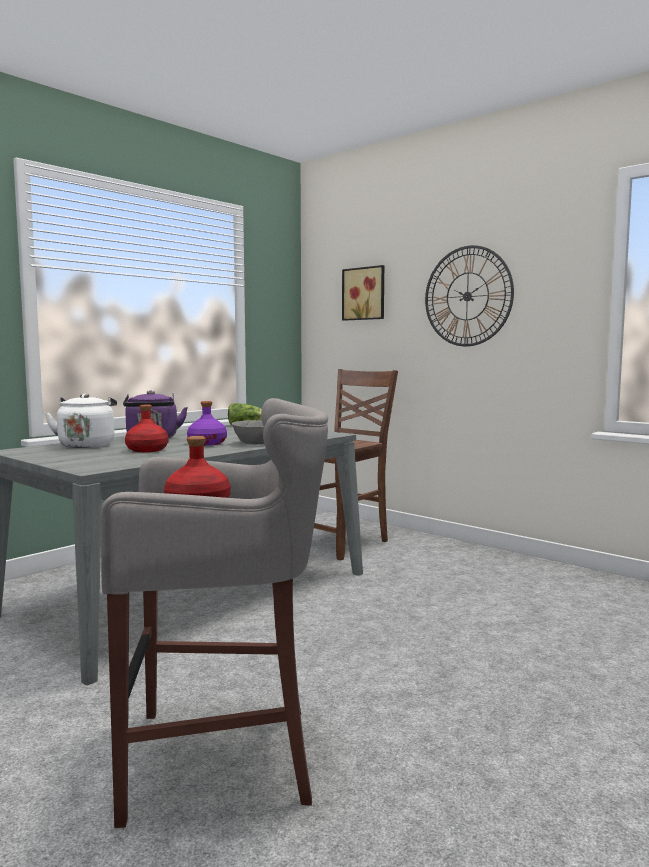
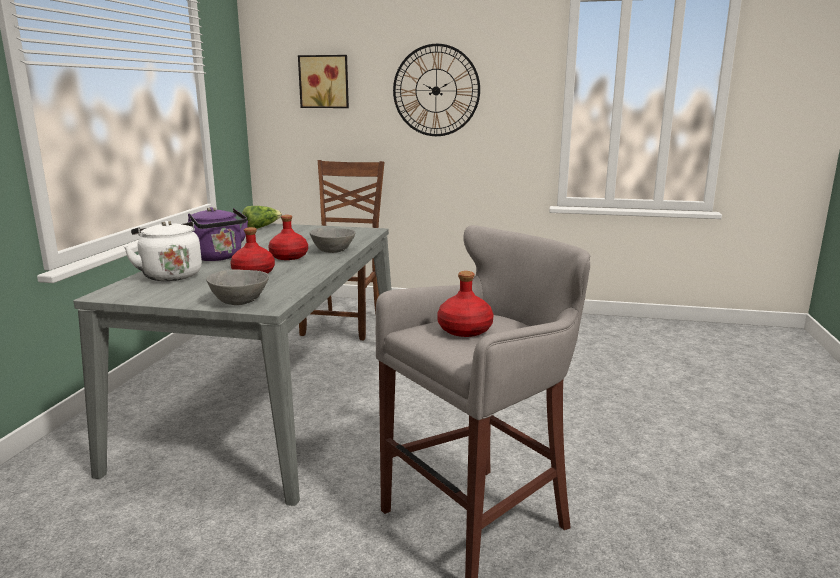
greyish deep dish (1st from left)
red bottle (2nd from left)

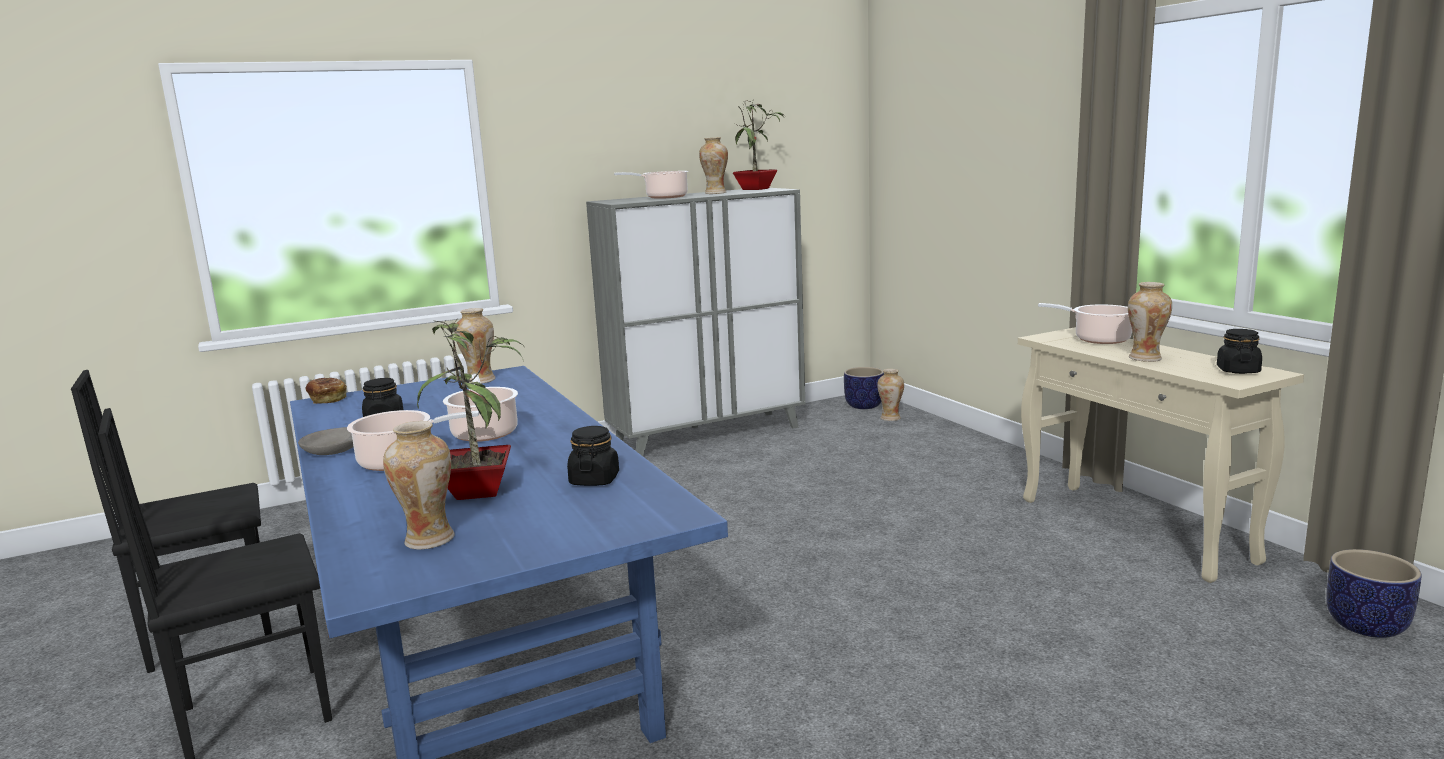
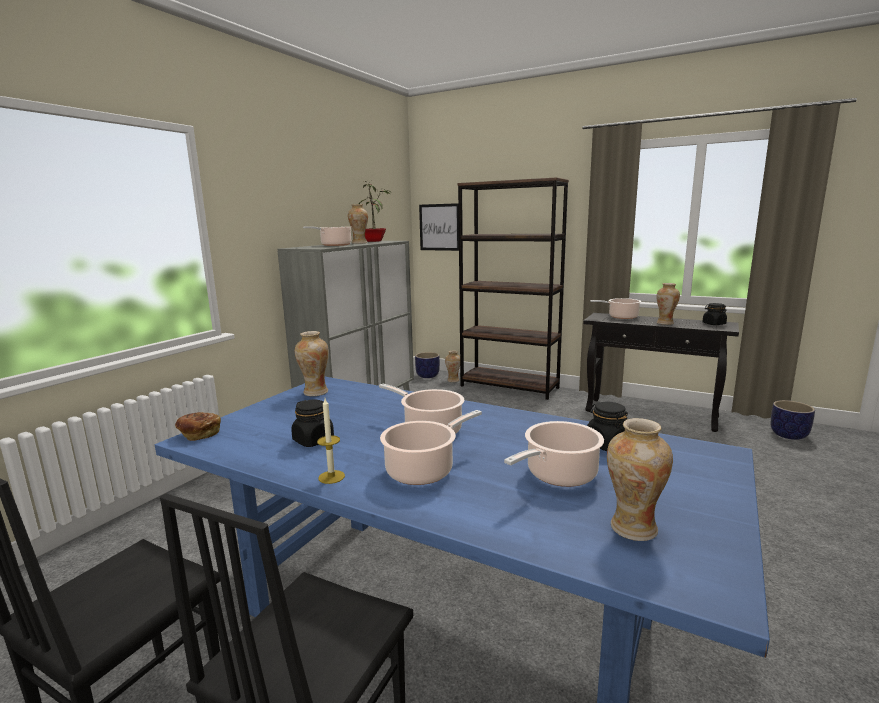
candle
picture
brownish bookcase
stockpot (4th from left)
black-coloured narrow table

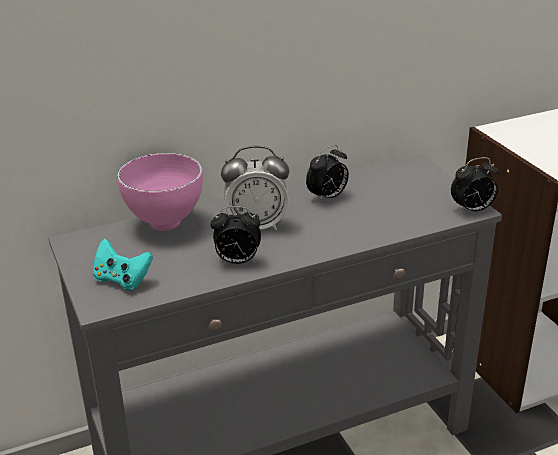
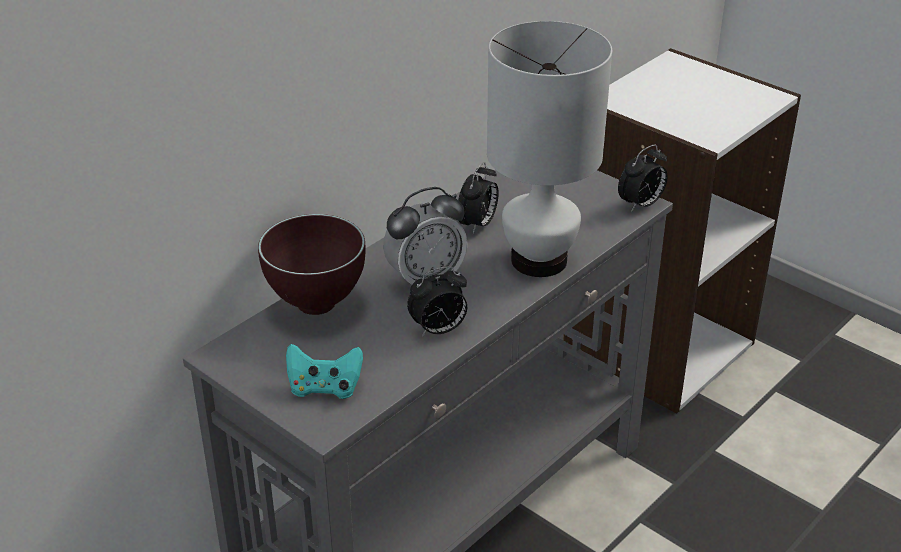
brownish deep dish
white-coloured lamp for a table

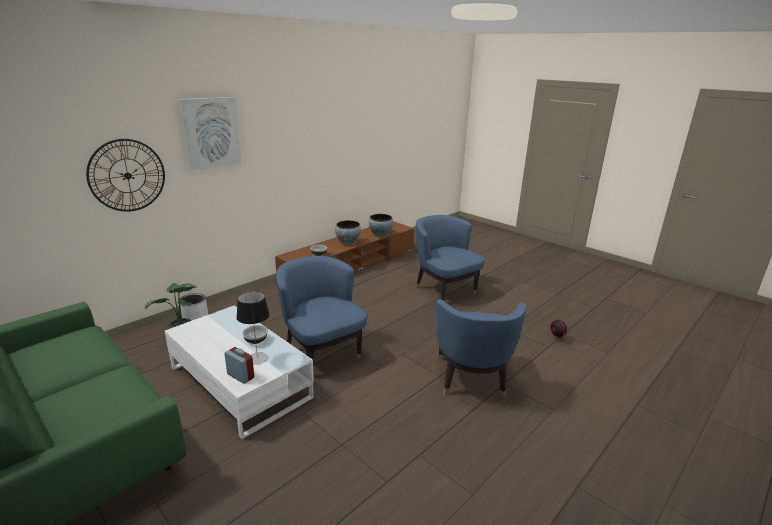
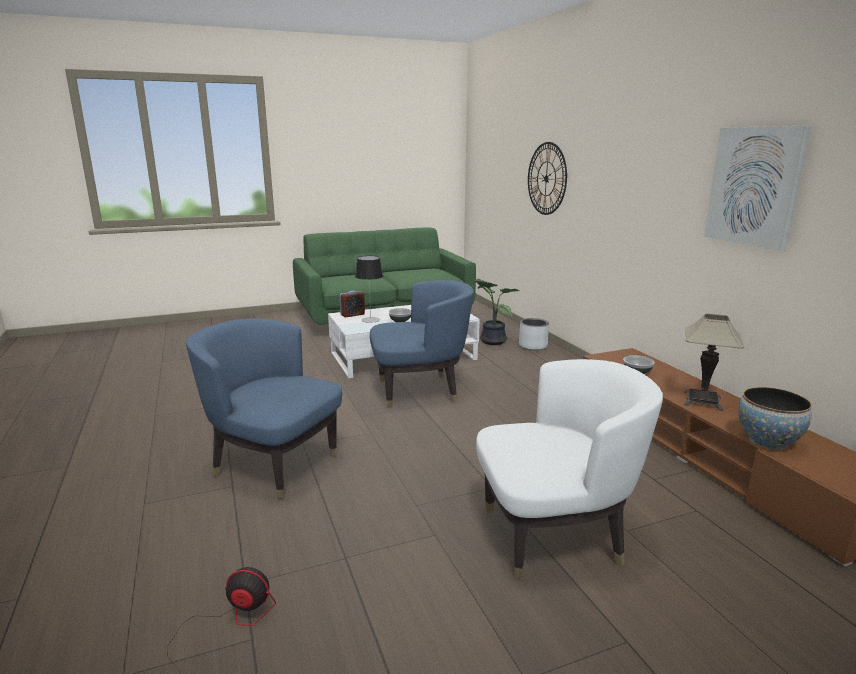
white-coloured easy chair
lamp for a table (2nd from left)
picture

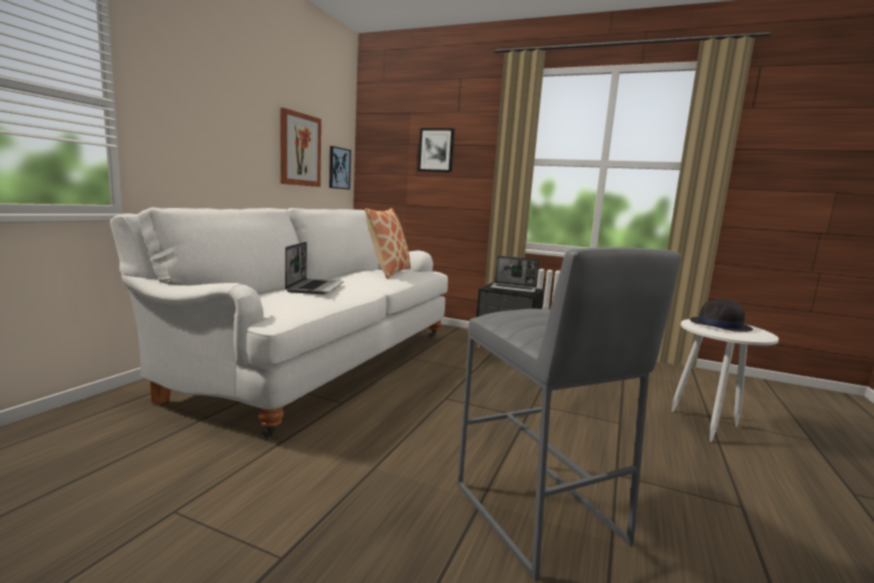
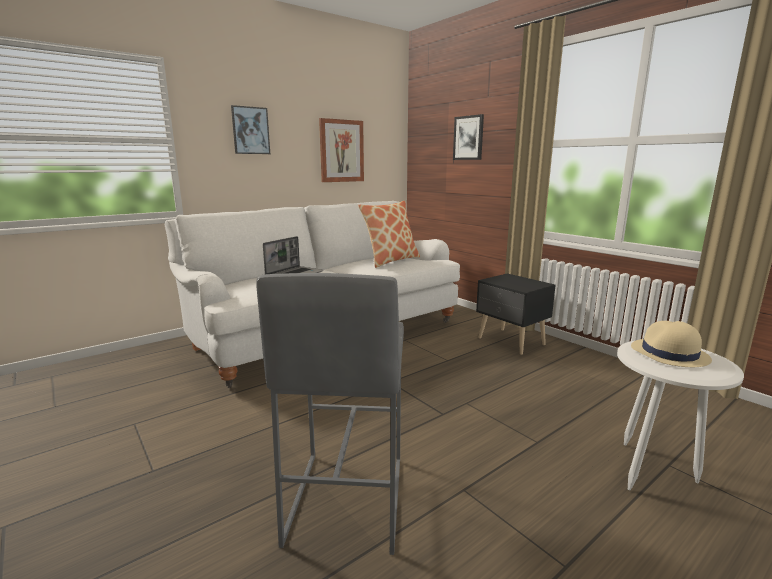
picture (1st from left)
beige-coloured hat
notebook computer (2nd from left in the first image)

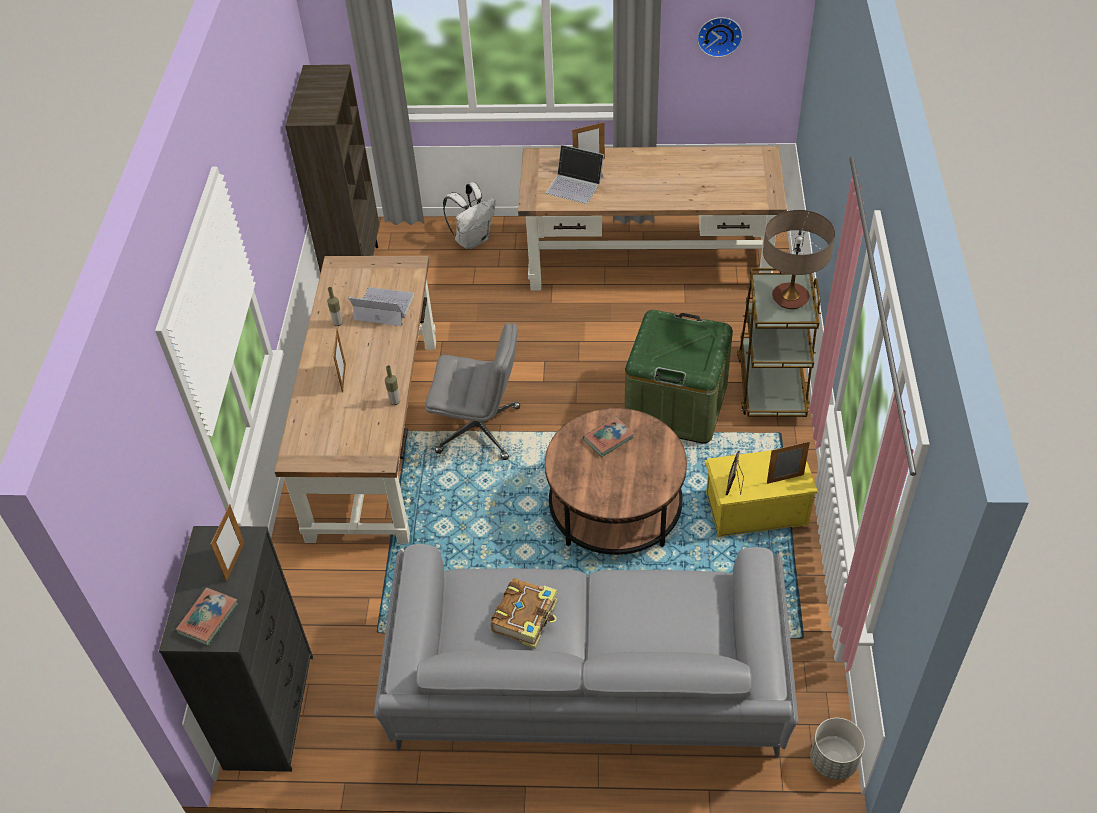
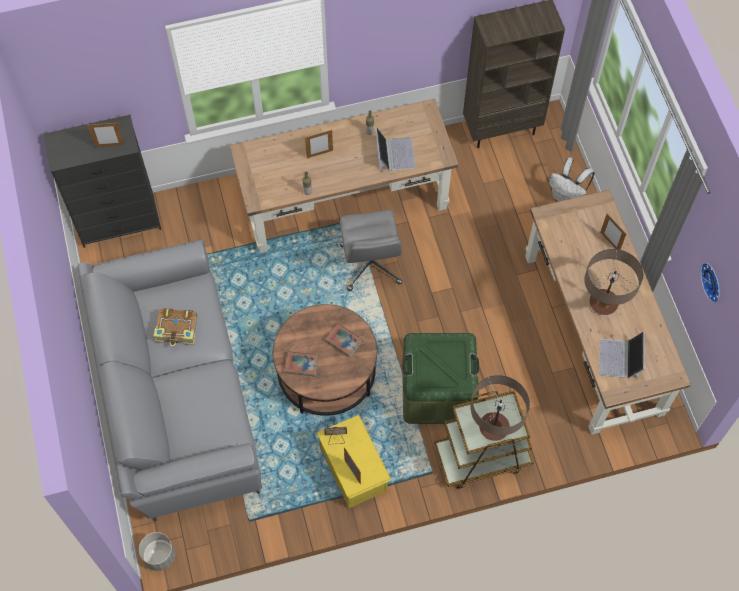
bound book (2nd from left)
lamp for a table (2nd from left)
notebook computer (2nd from left)

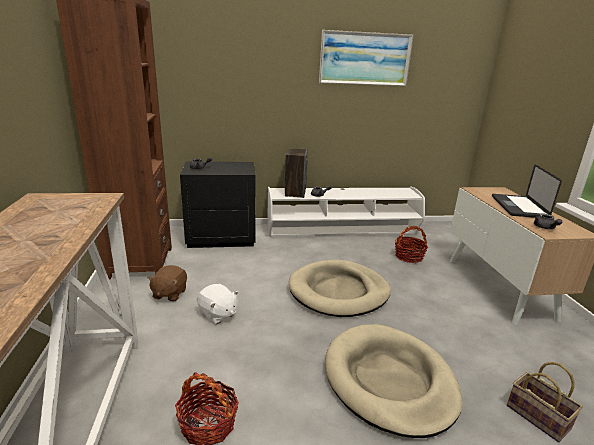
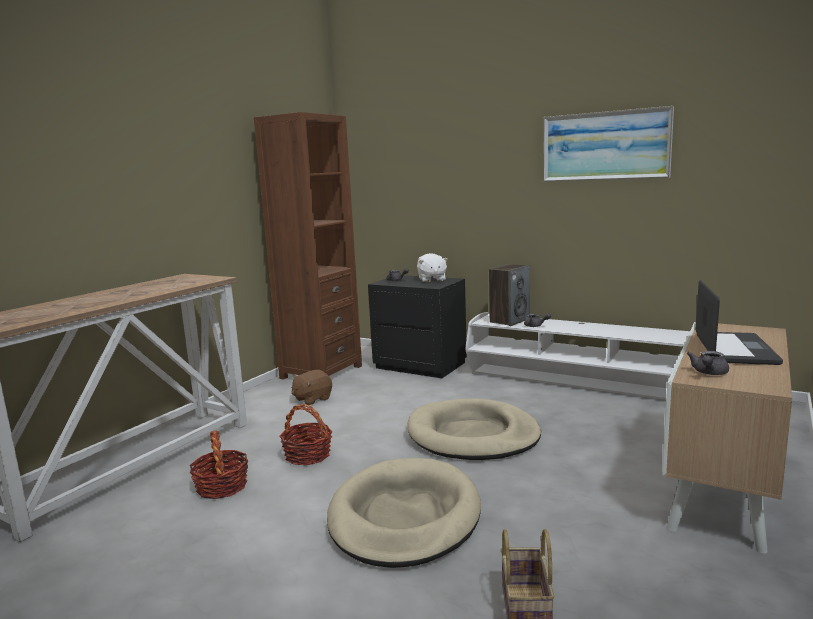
basket (2nd from left)
white-coloured plush toy
notebook computer

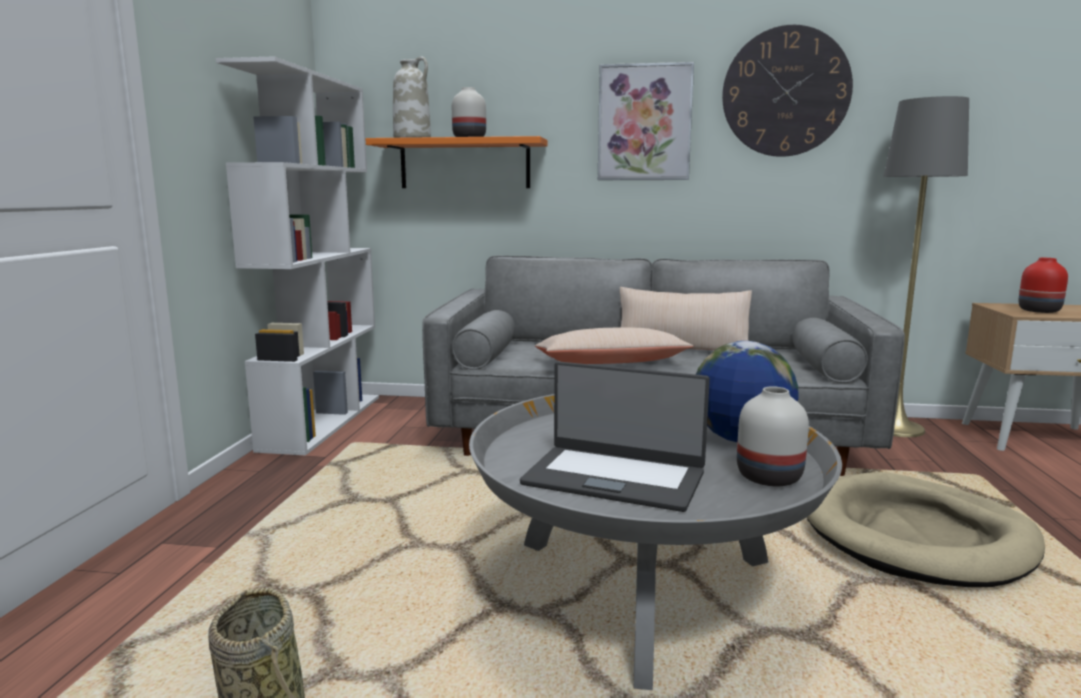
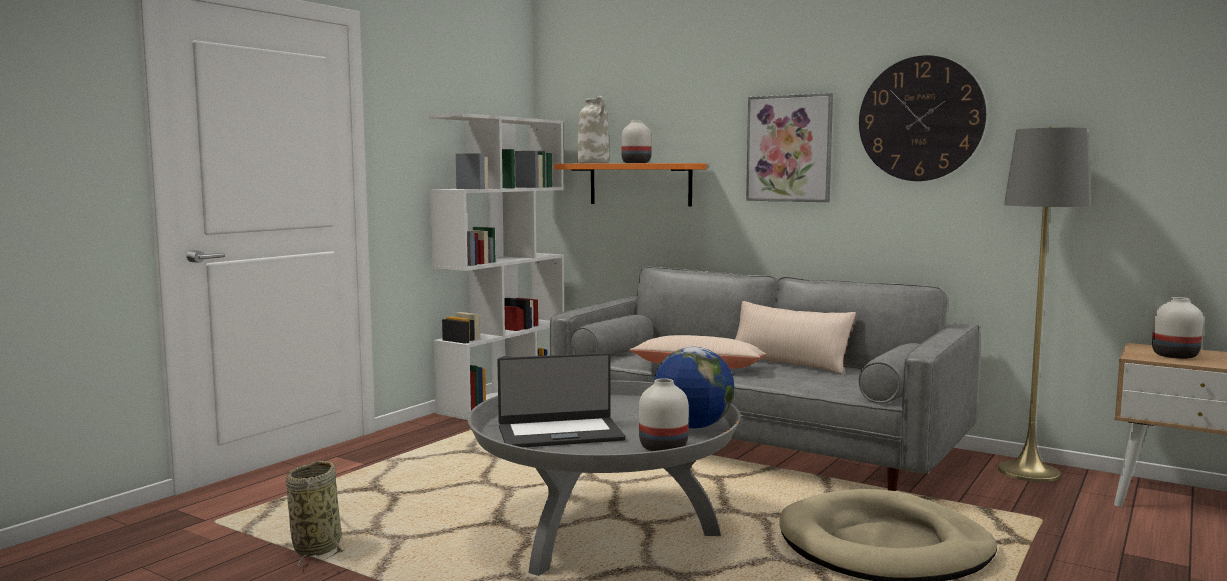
notebook computer
white-coloured decorative vase (4th from left)

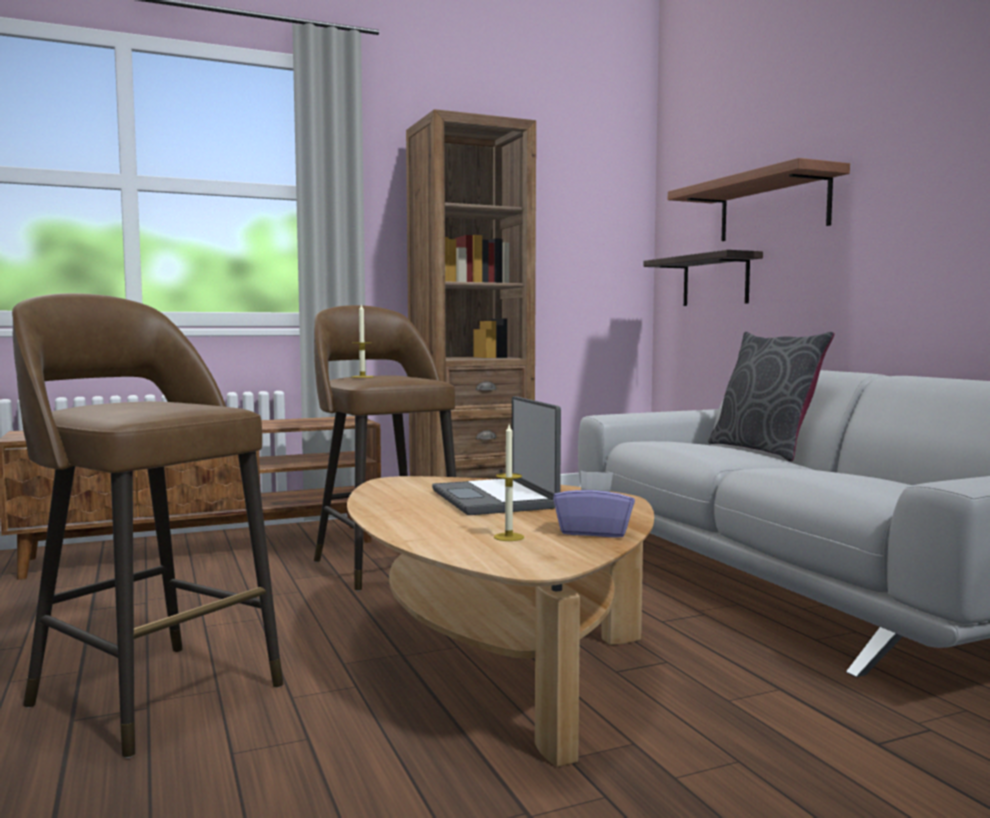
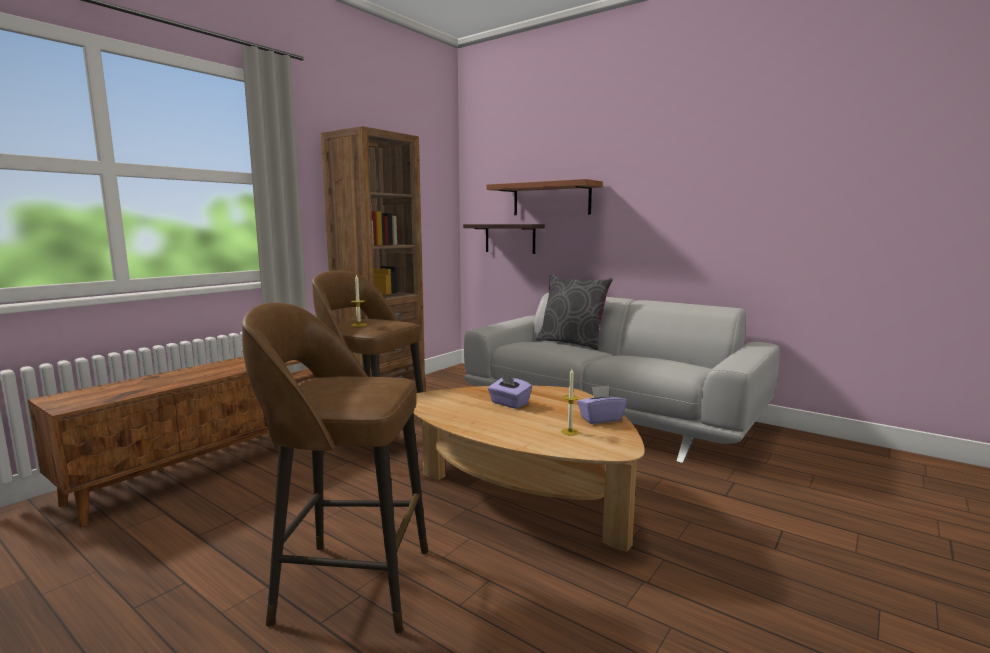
purple tissue box (1st from left)

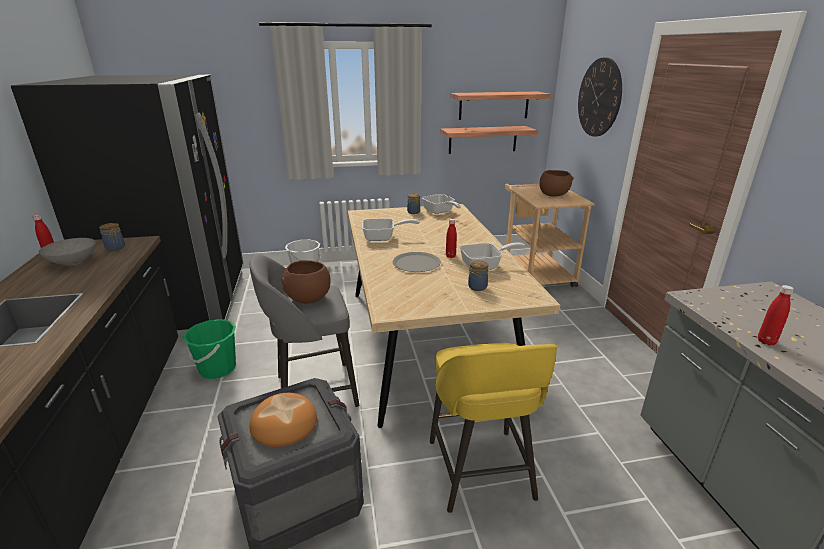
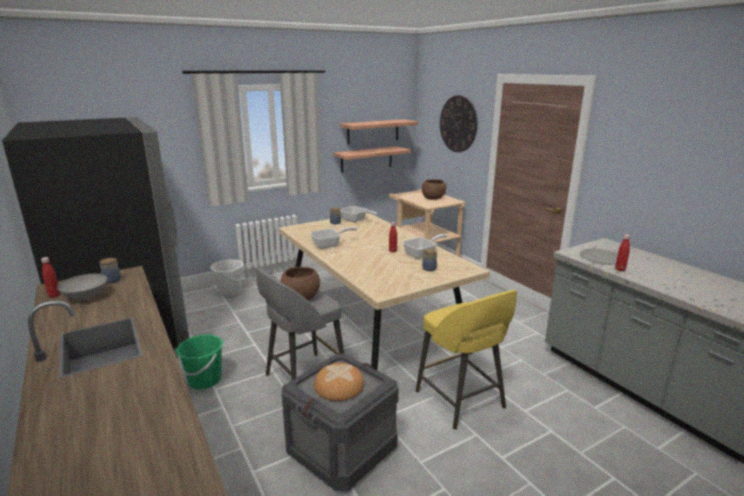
greyish plate

